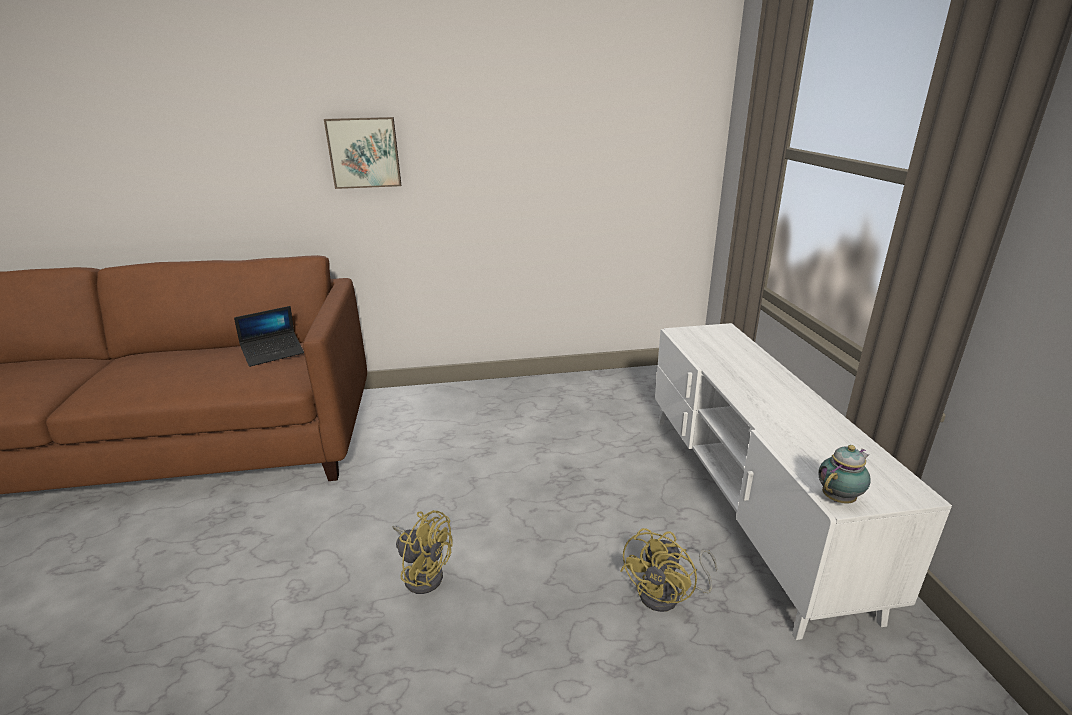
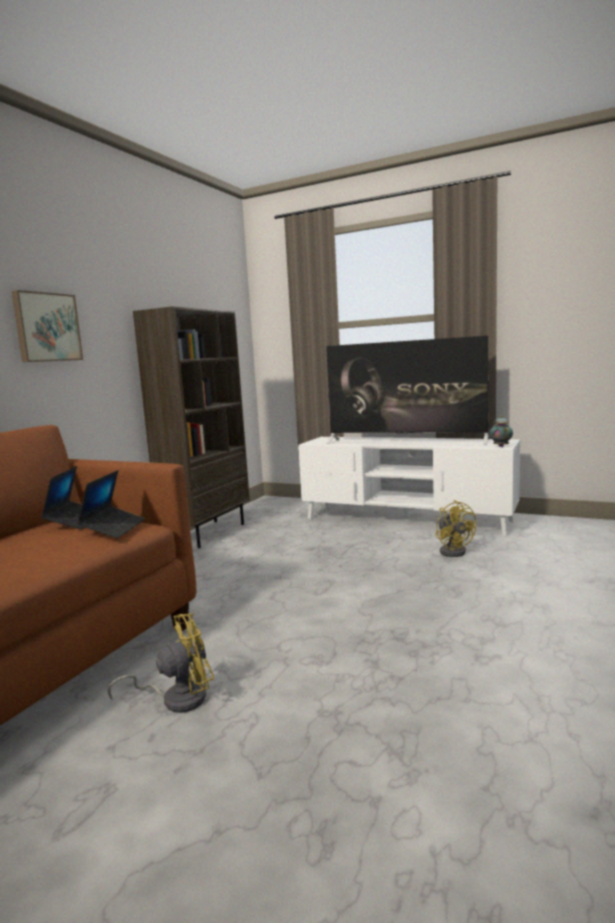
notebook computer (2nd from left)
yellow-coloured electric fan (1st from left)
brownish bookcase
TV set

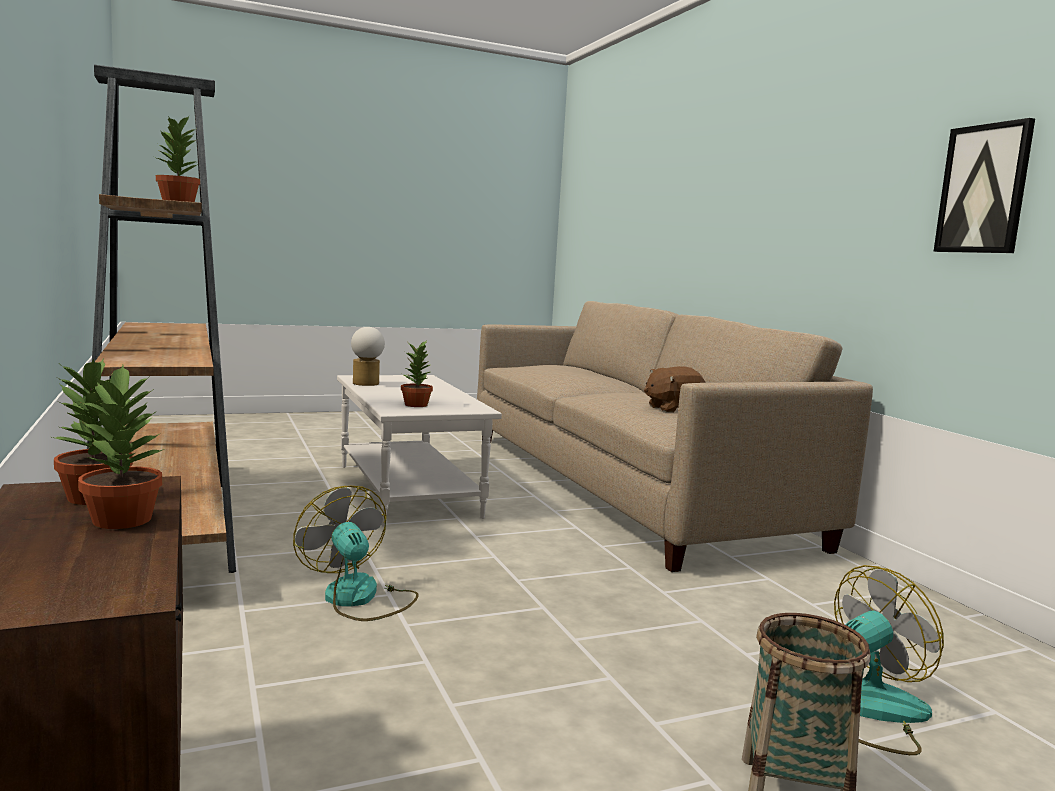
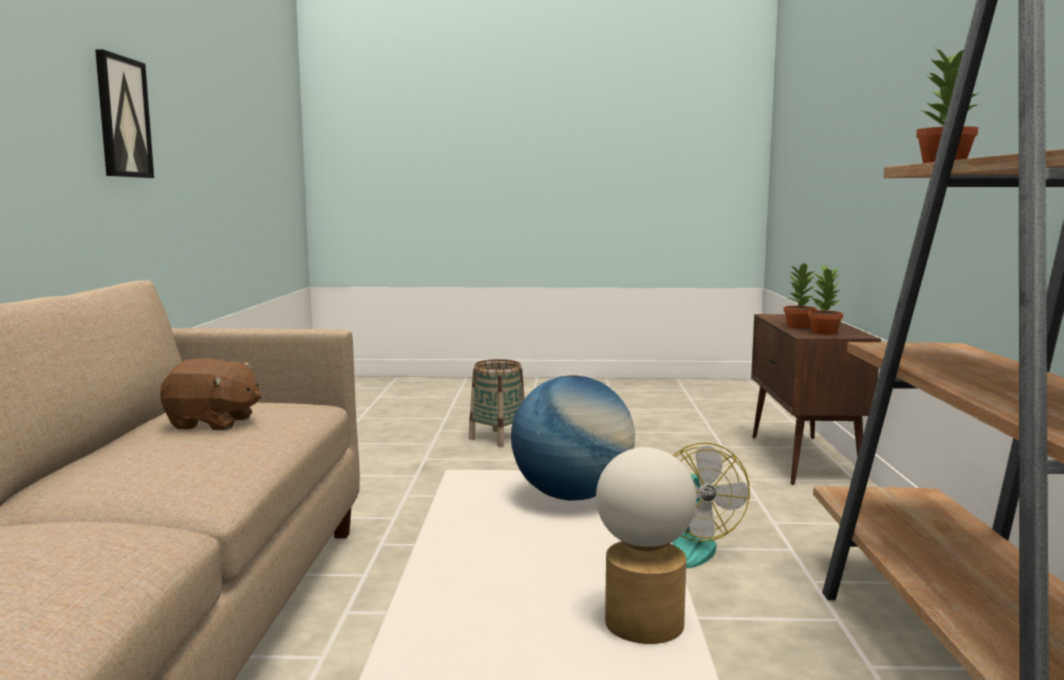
world globe
electric fan (2nd from left in the first image)

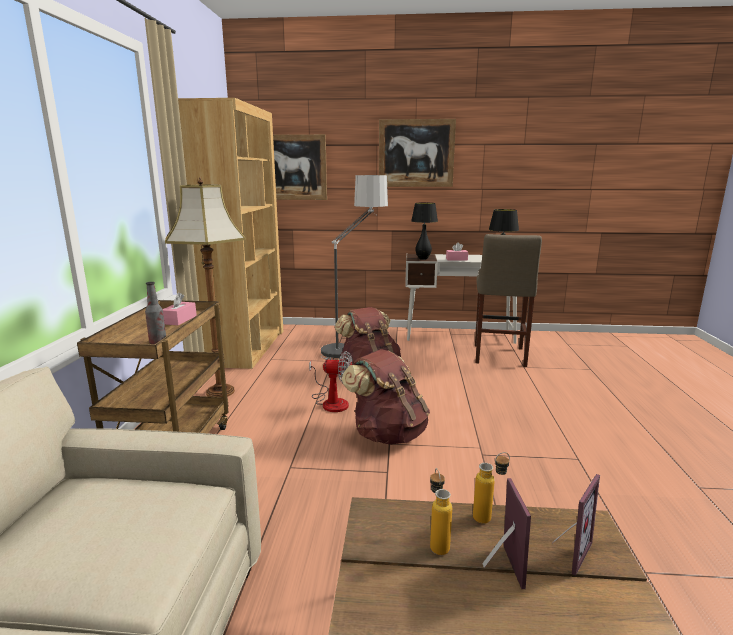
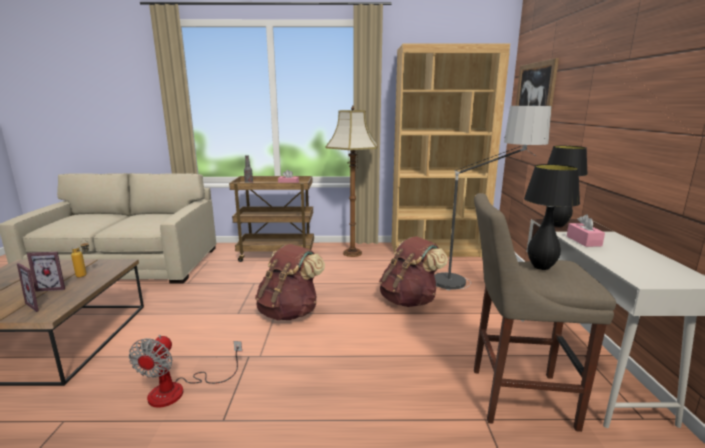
electric fan
picture (2nd from left in the first image)
bottle (3rd from left in the first image)

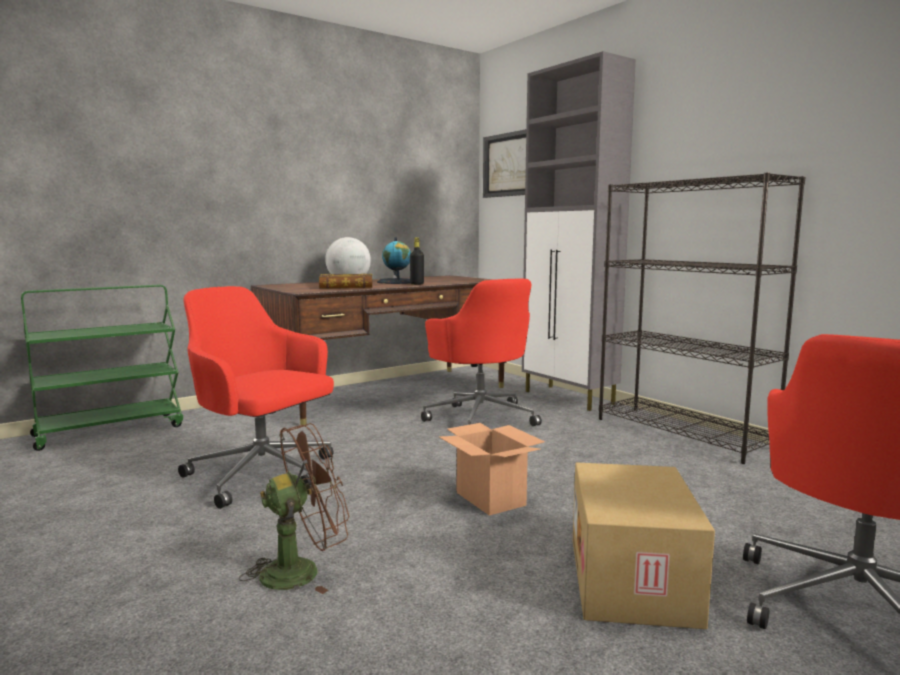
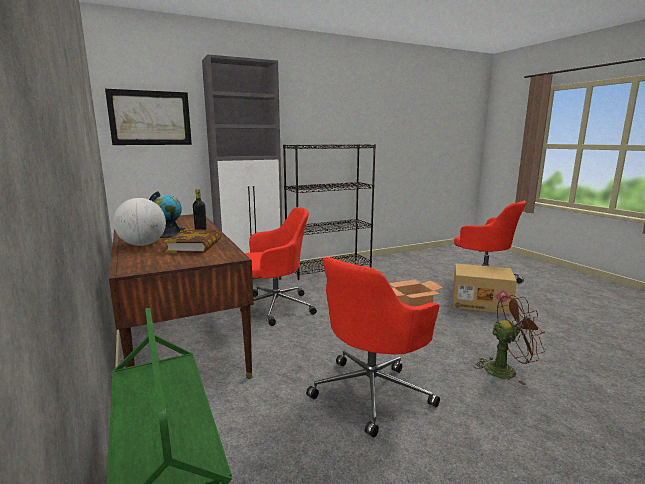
brownish electric fan

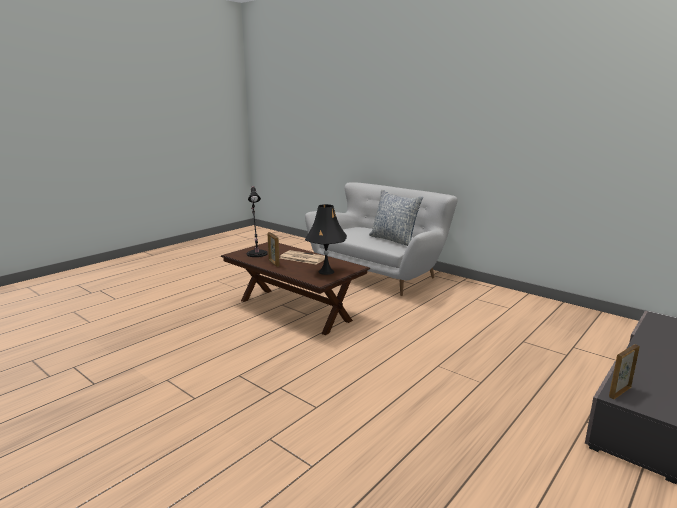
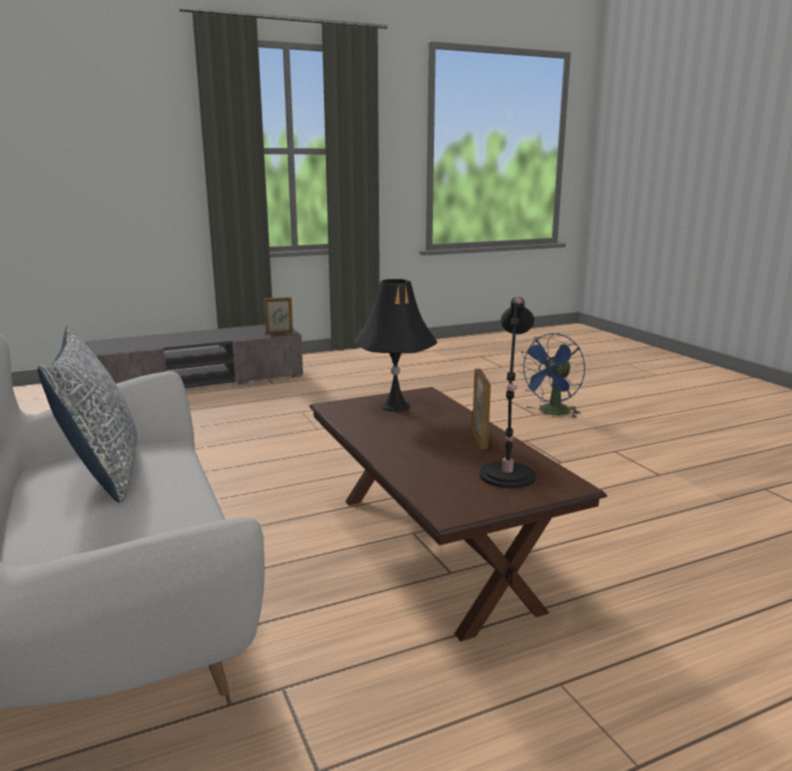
blue-coloured electric fan
printed paper

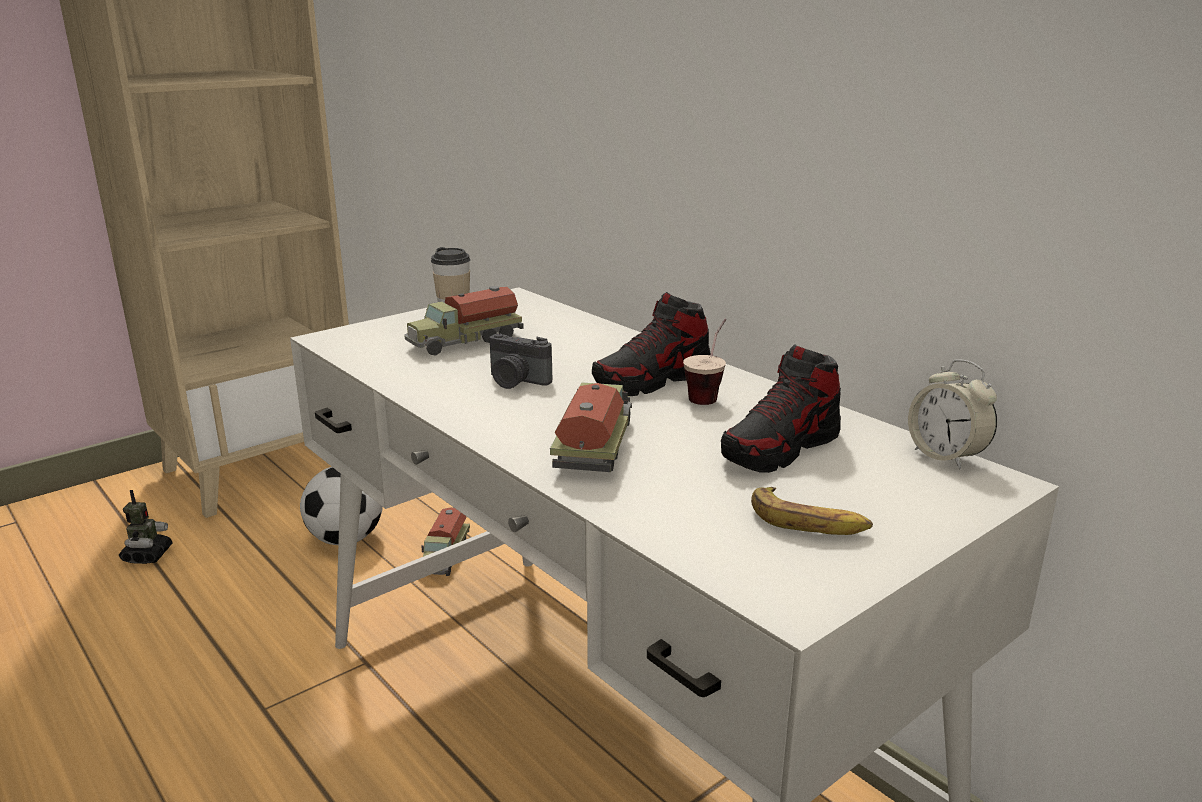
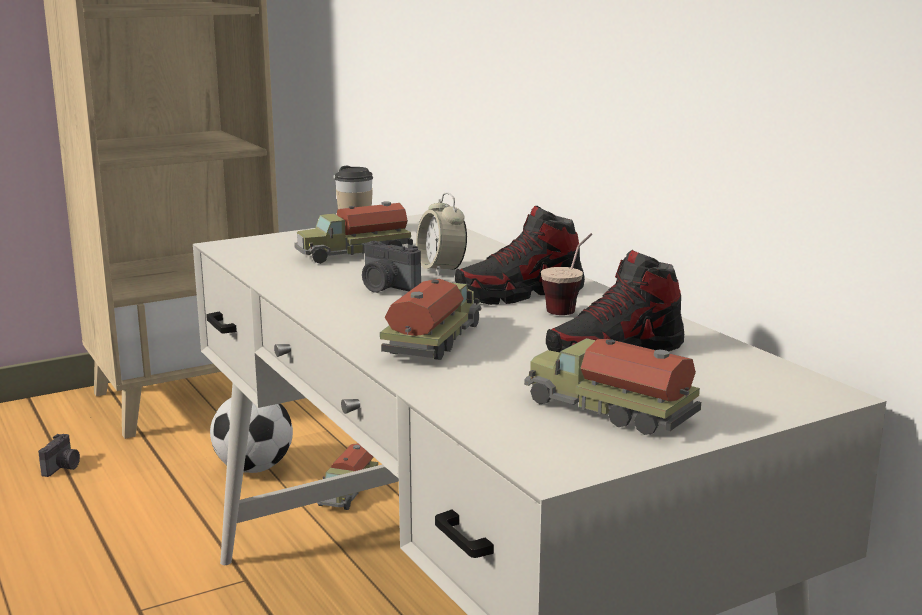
still camera (1st from left)
alarm clock
model truck (4th from left)

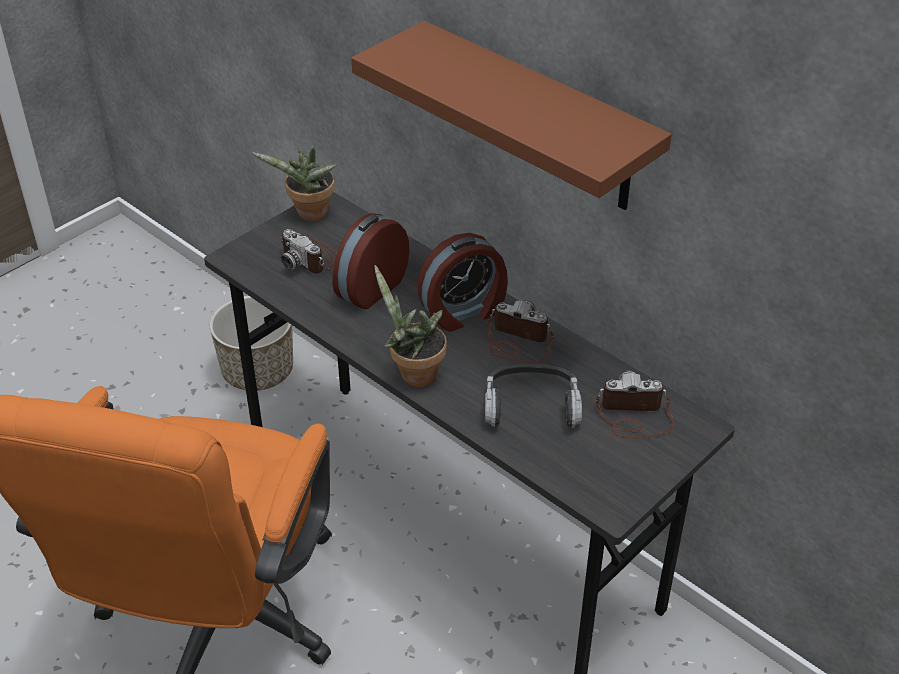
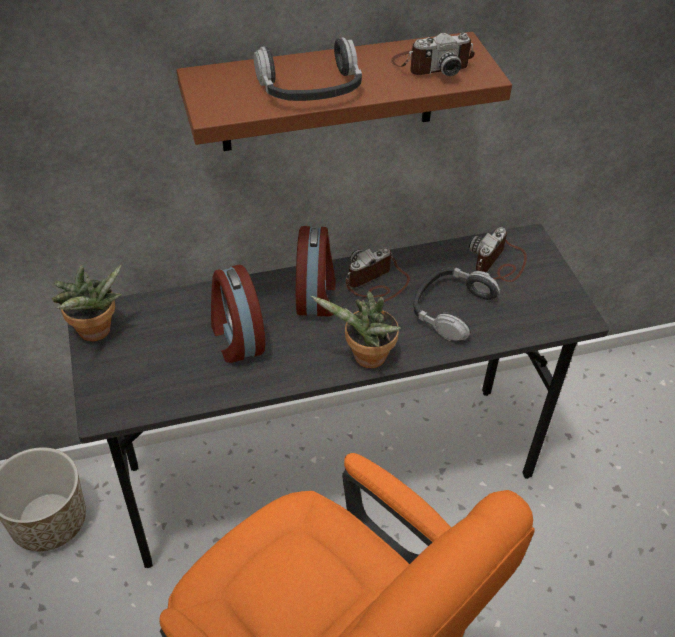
headphones (1st from left)
still camera (2nd from left)

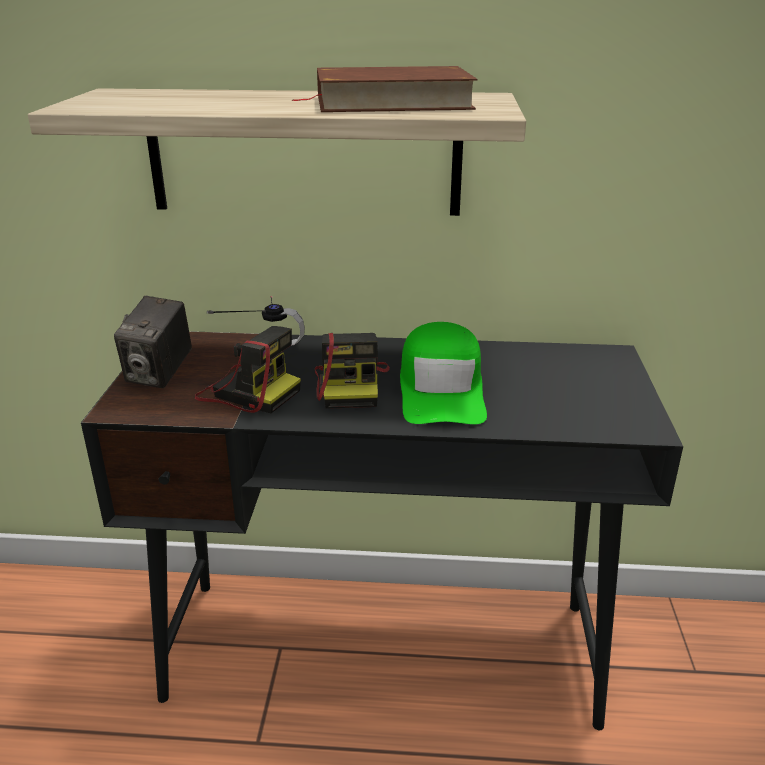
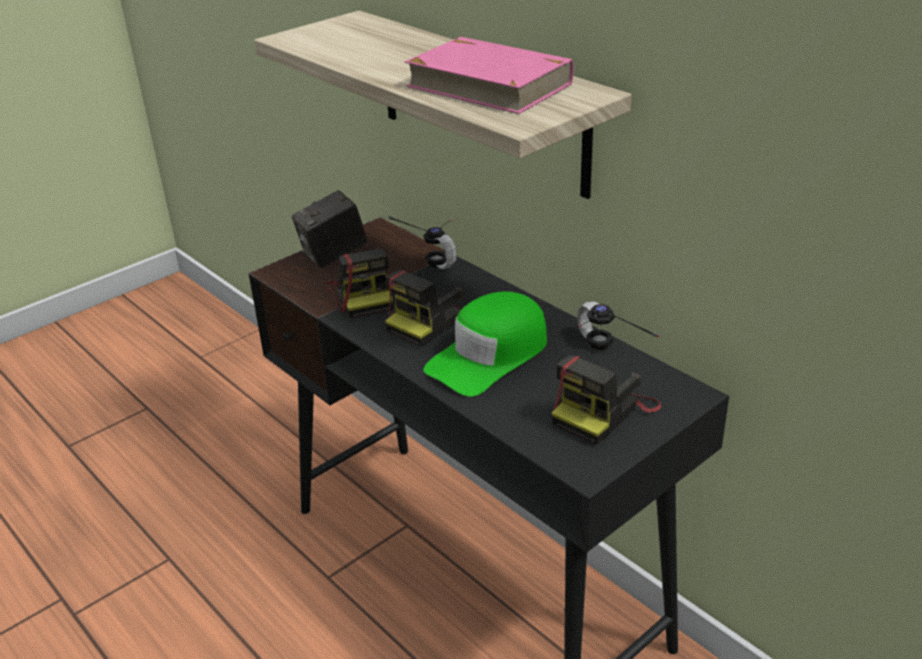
pinkish bound book
still camera (4th from left)
headphones (2nd from left)

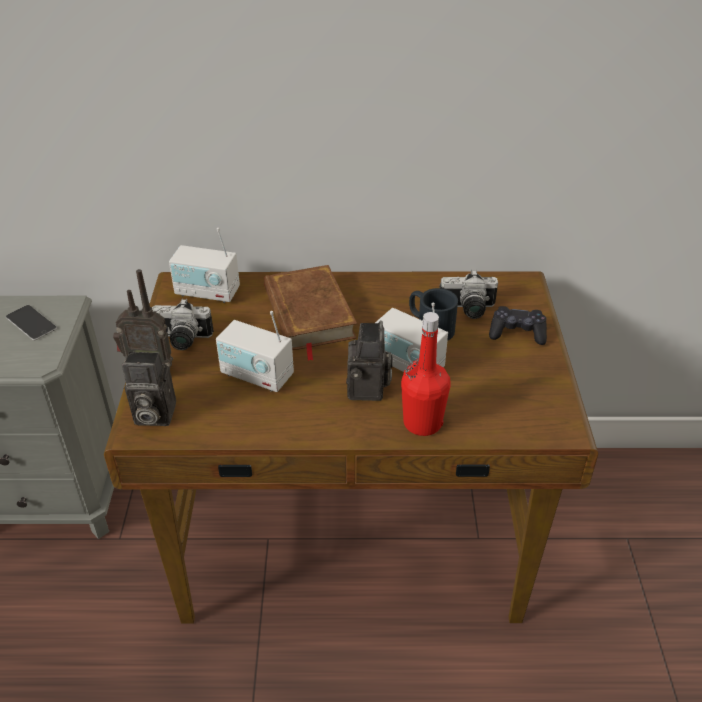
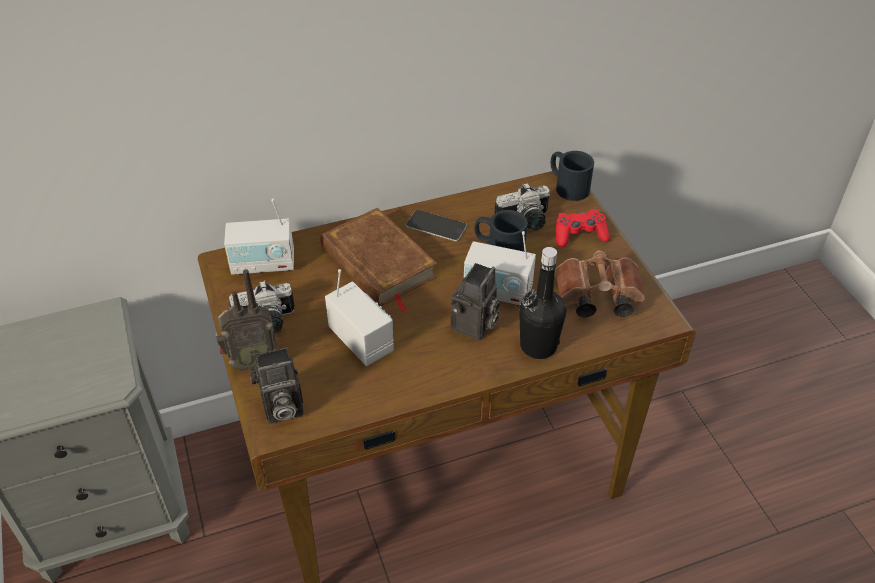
radio (3rd from left)
phone
still camera (3rd from left)
black-coloured bottle
black-coloured coffee mug (2nd from left)
brownish field glasses
red joypad

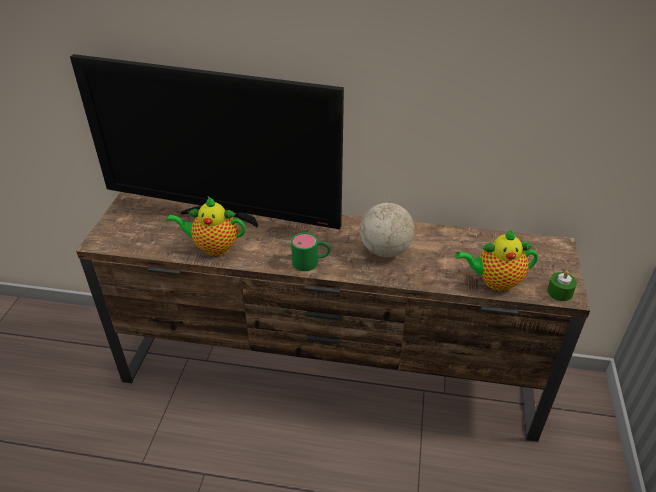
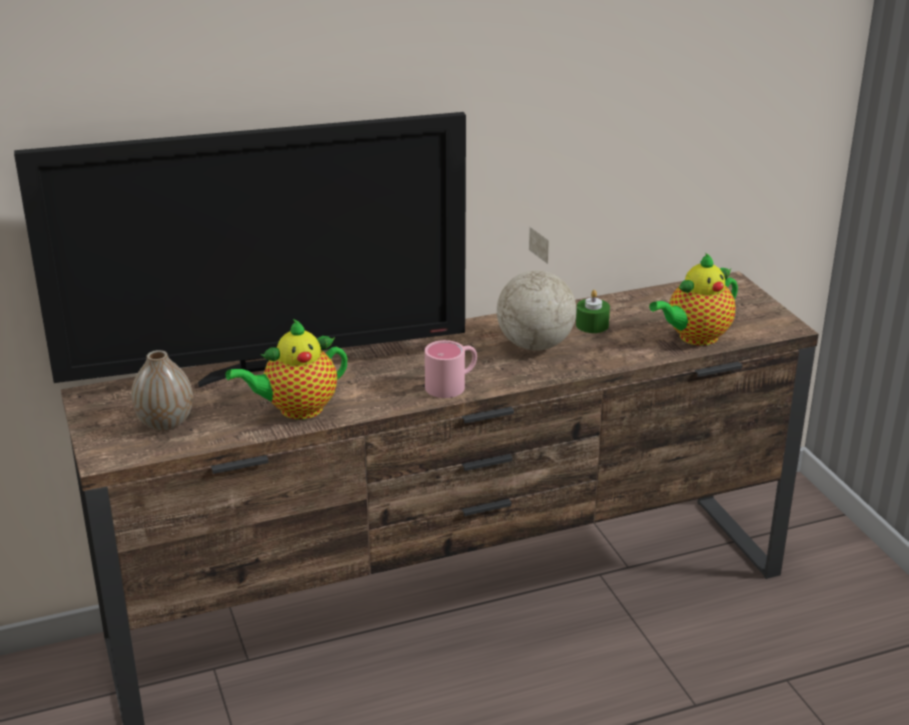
decorative vase
pinkish coffee mug
green candle

